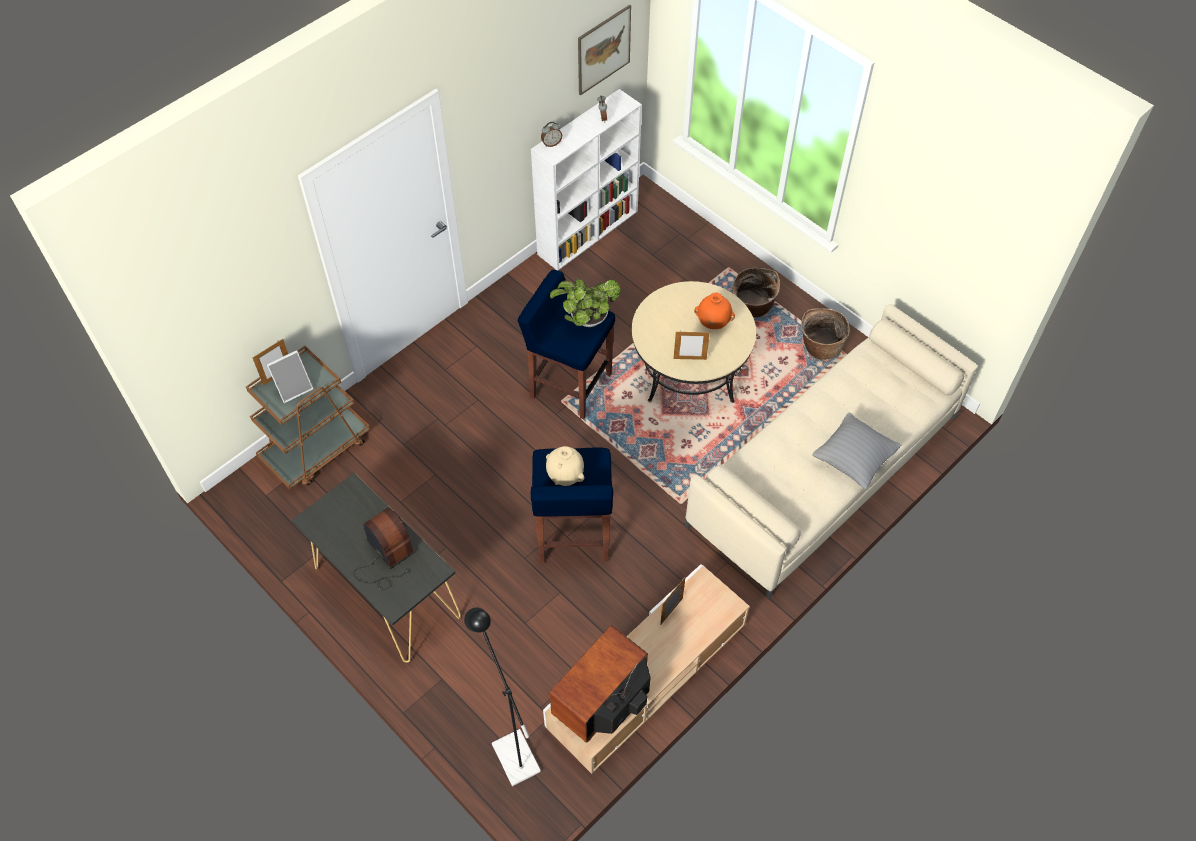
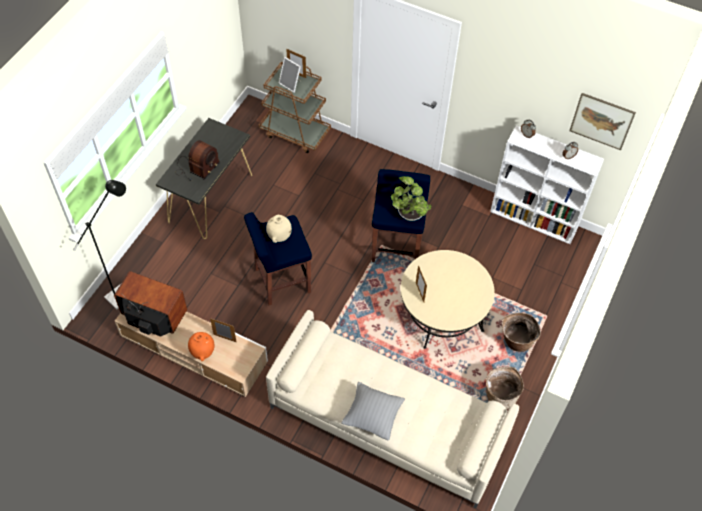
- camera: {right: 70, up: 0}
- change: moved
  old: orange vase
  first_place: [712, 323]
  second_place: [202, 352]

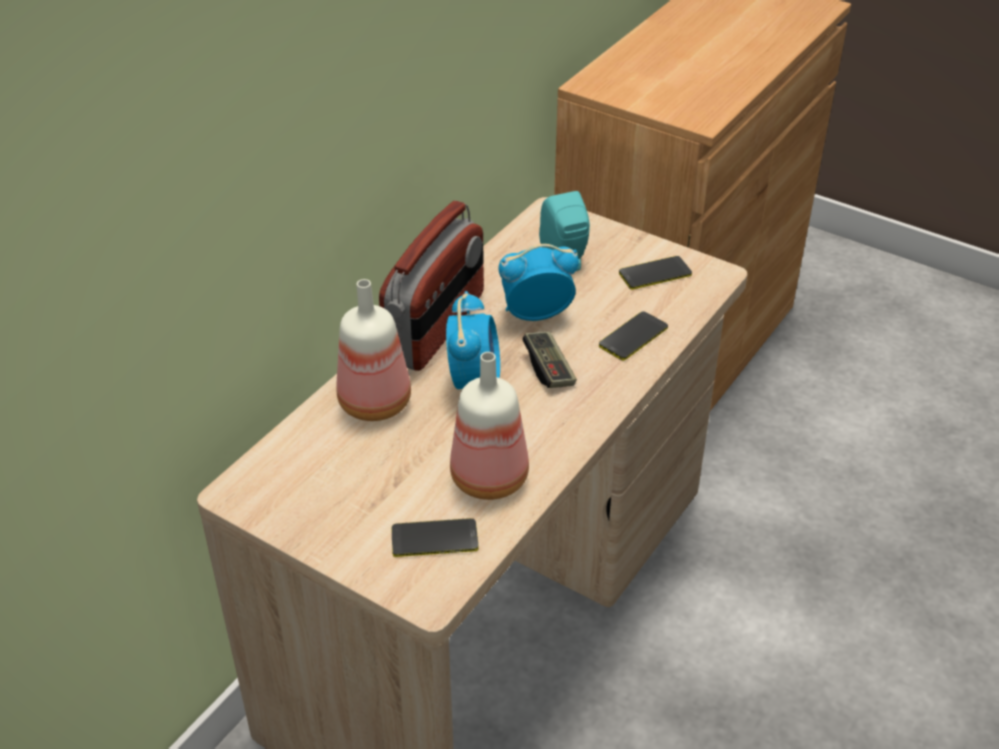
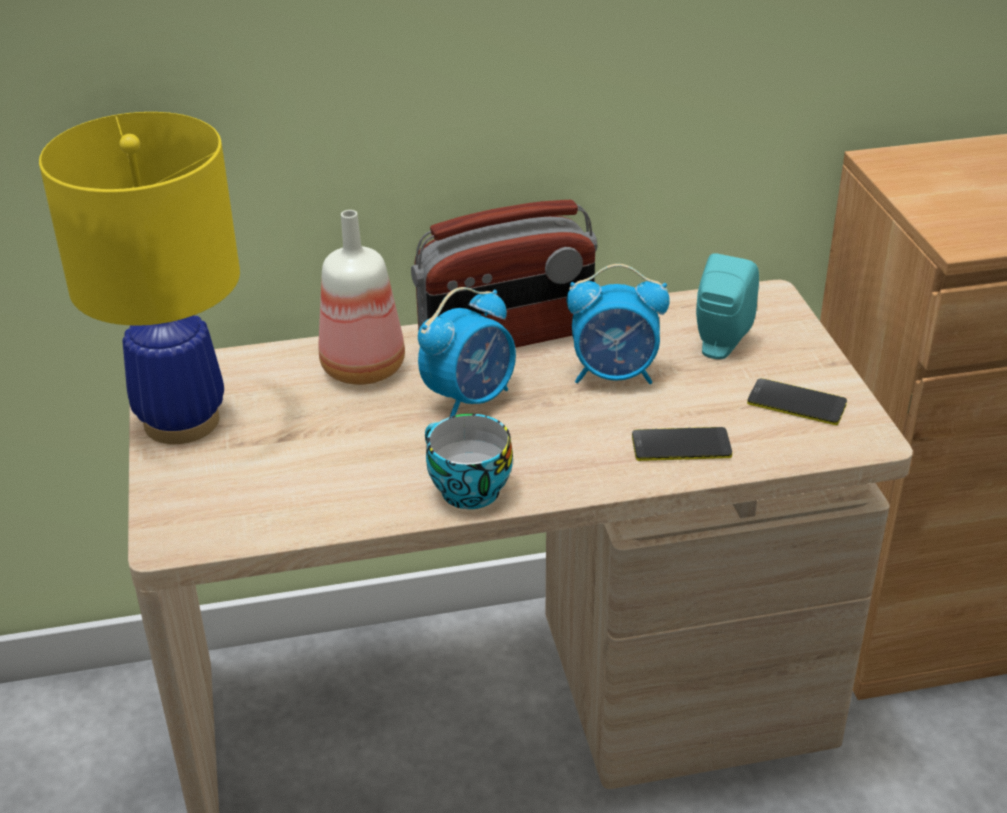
- camera: {right: 45, up: -5}
- change: added
  new: yellow table lamp
  second_place: [182, 421]
- change: added
  new: cup
  second_place: [465, 490]
- change: turned
  old: alarm clock
  first_place: [535, 314]
  second_place: [615, 375]
  degrees: 150
- change: removed
  old: phone
  first_place: [434, 539]
- change: removed
  old: bottle
  first_place: [492, 478]
- change: removed
  old: game controller
  first_place: [549, 369]

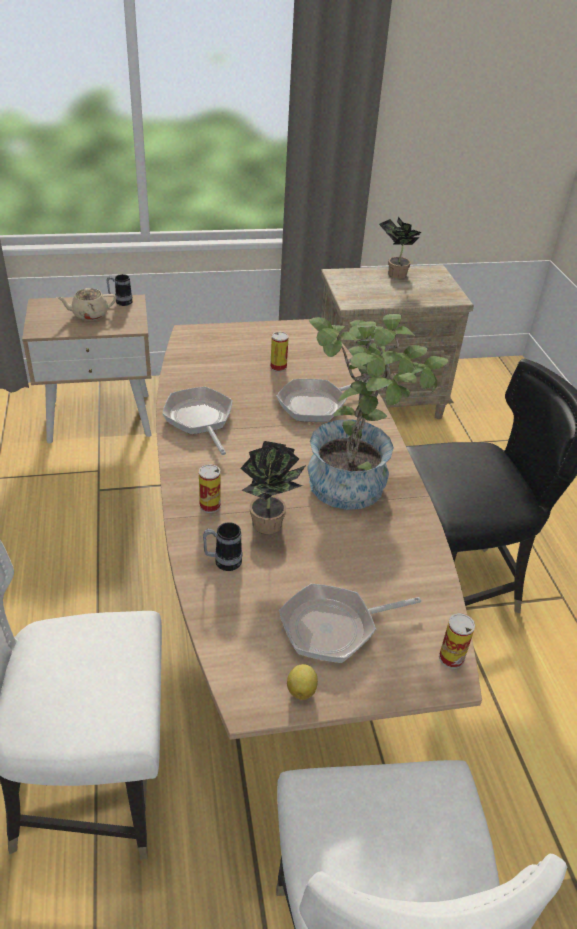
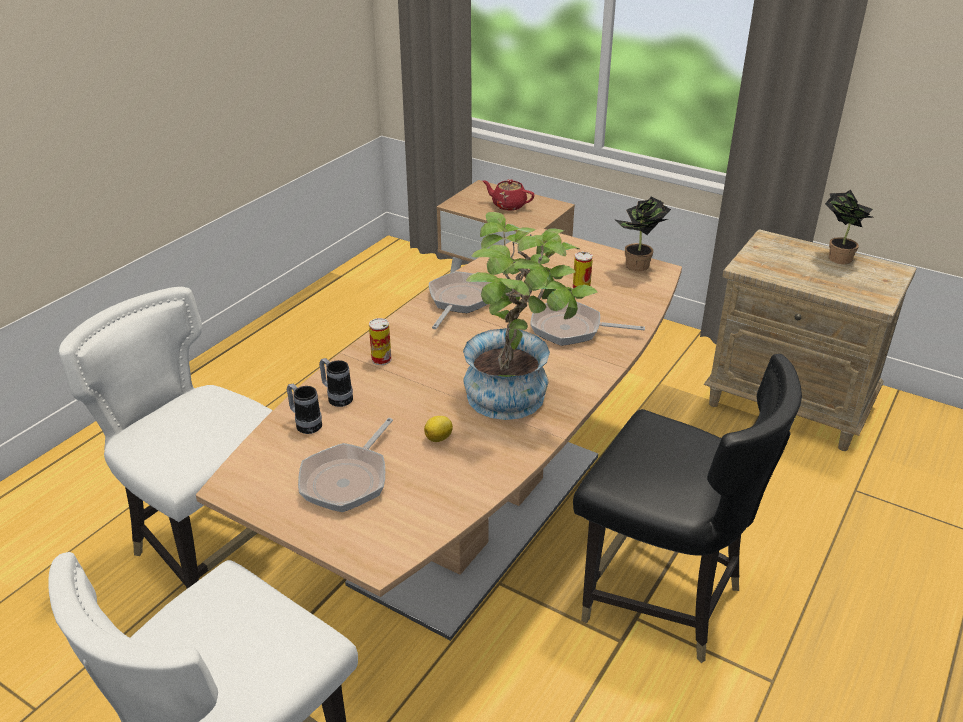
- camera: {right: 45, up: -5}
- change: moved
  old: mug
  first_place: [120, 302]
  second_place: [305, 424]
- change: turned
  old: frying pan
  first_place: [334, 627]
  second_place: [348, 479]
  degrees: -90
- change: moved
  old: lemon
  first_place: [301, 690]
  second_place: [439, 438]
- change: recoloured
  old: beige teapot
  new: red teapot
  first_place: [89, 314]
  second_place: [508, 205]
- change: moved
  old: potted plant
  first_place: [270, 526]
  second_place: [638, 267]
- change: removed
  old: can
  first_place: [451, 658]

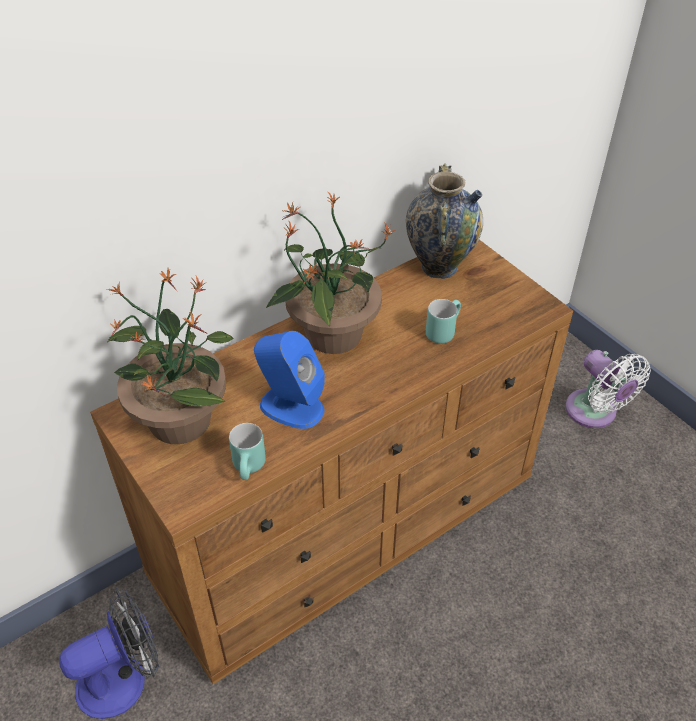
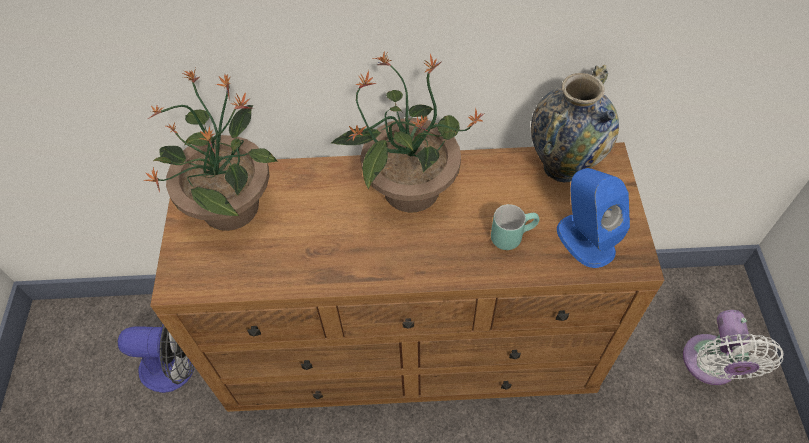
- camera: {right: 35, up: 10}
- change: moved
  old: blue speaker
  first_place: [291, 407]
  second_place: [585, 239]
- change: removed
  old: turquoise mug
  first_place: [251, 468]

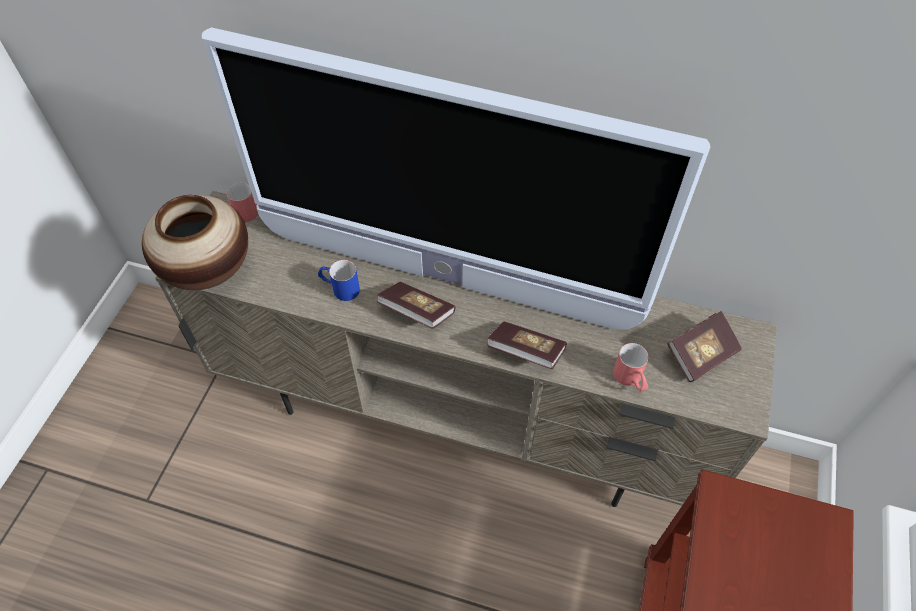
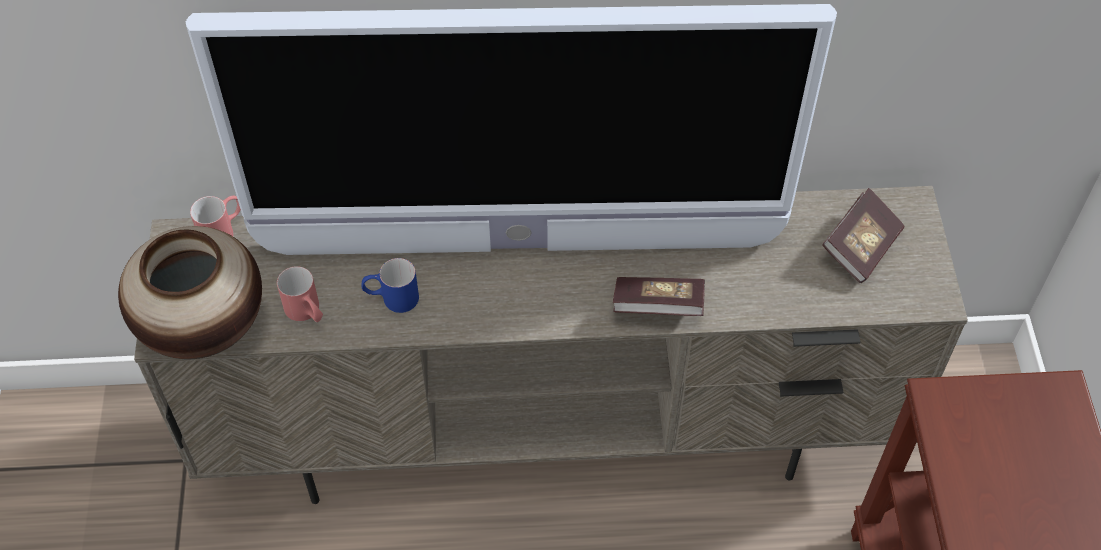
- camera: {right: -20, up: 0}
- change: moved
  old: red mug
  first_place: [630, 380]
  second_place: [307, 313]
- change: removed
  old: book
  first_place: [417, 312]

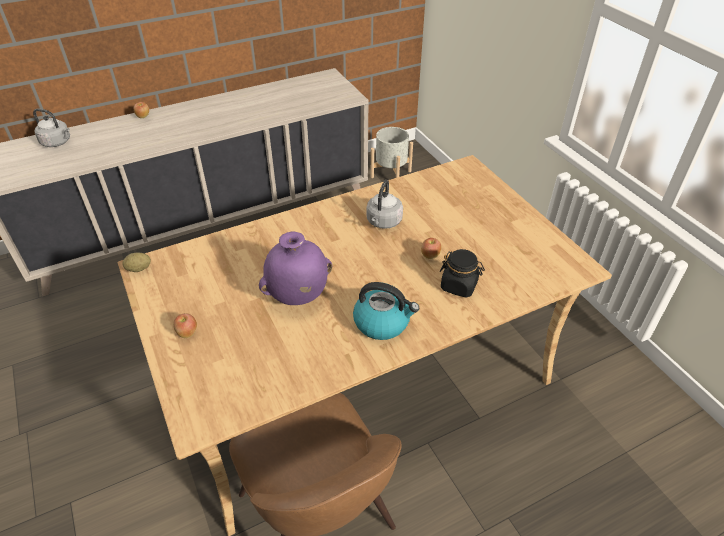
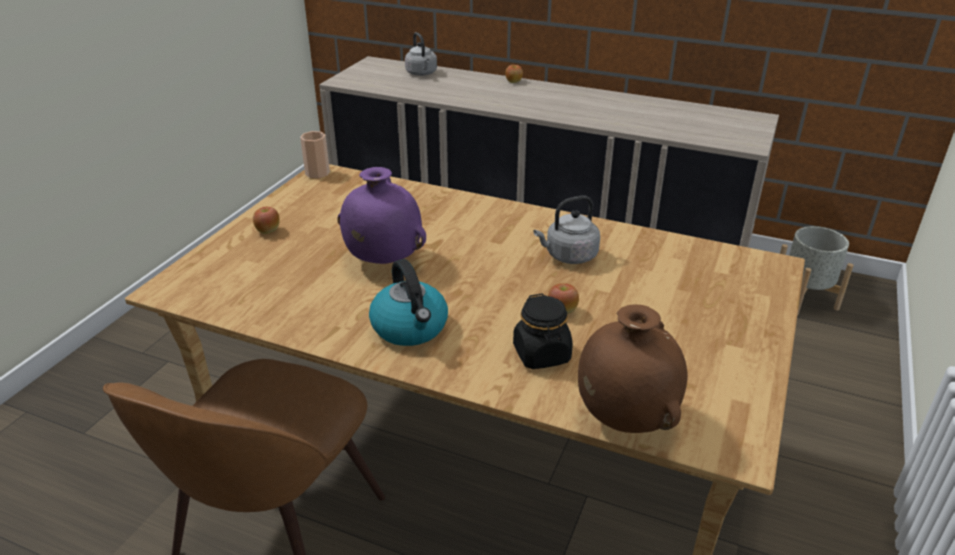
- camera: {right: 50, up: -10}
- change: replaced
  old: potato
  new: cup
  first_place: [139, 269]
  second_place: [317, 173]
- change: added
  new: brown vase
  second_place: [624, 418]

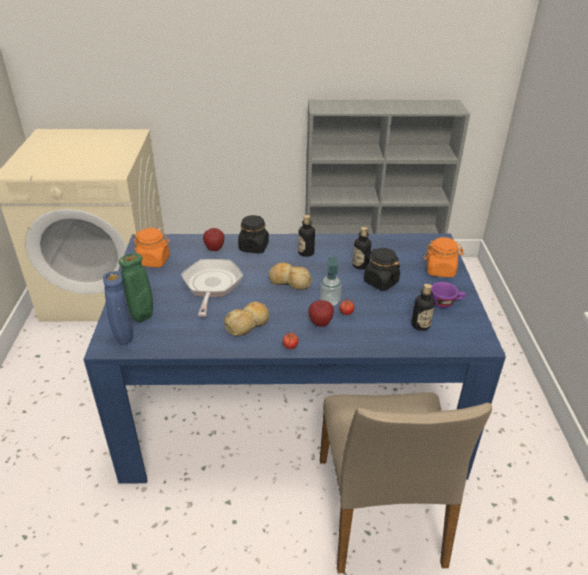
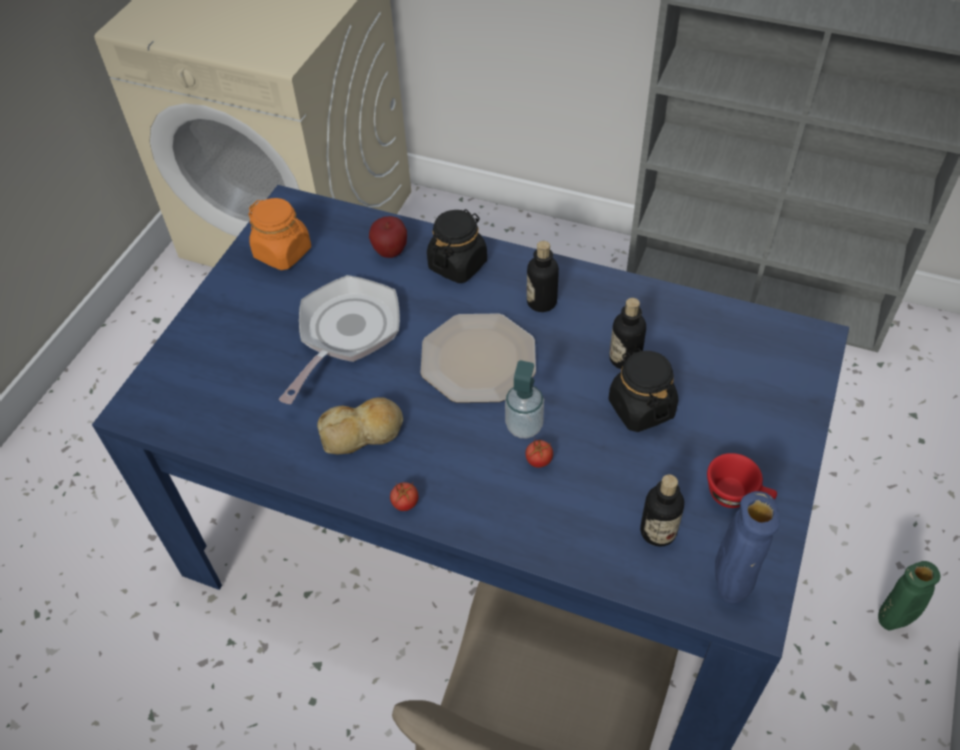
- camera: {right: 25, up: 15}
- change: replaced
  old: bread
  new: plate
  first_place: [289, 281]
  second_place: [478, 360]
- change: recoloured
  old: purple cup
  new: red cup
  first_place: [446, 303]
  second_place: [737, 495]
- change: moved
  old: blue vase
  first_place: [124, 339]
  second_place: [729, 587]
- change: moved
  old: green vase
  first_place: [143, 318]
  second_place: [890, 623]
- change: removed
  old: apple
  first_place: [320, 323]
- change: removed
  old: orange jar
  first_place: [440, 270]

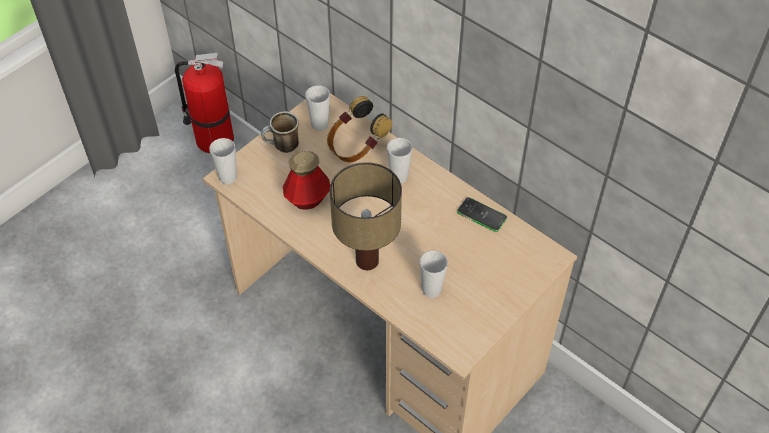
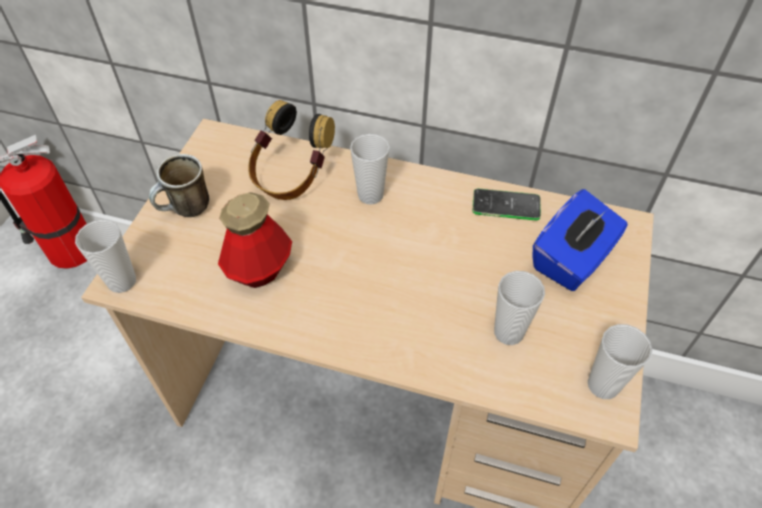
- camera: {right: -25, up: 0}
- change: added
  new: blue tissue box
  second_place: [572, 259]
- change: moved
  old: cup
  first_place: [319, 124]
  second_place: [603, 385]
- change: removed
  old: table lamp
  first_place: [367, 262]

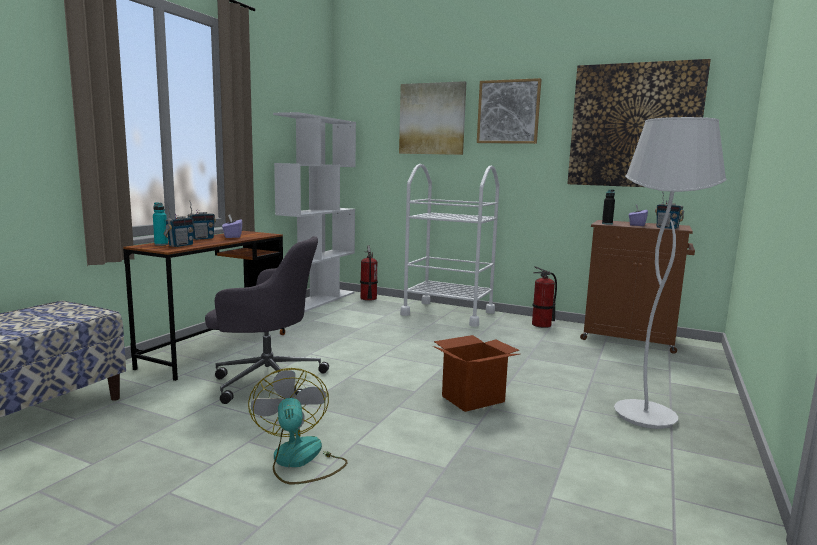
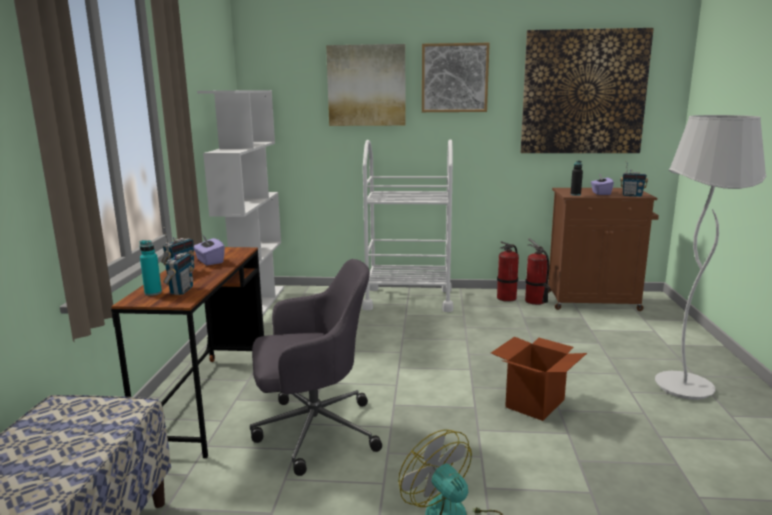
- camera: {right: -20, up: 5}
- change: moved
  old: fire extinguisher
  first_place: [368, 298]
  second_place: [535, 301]

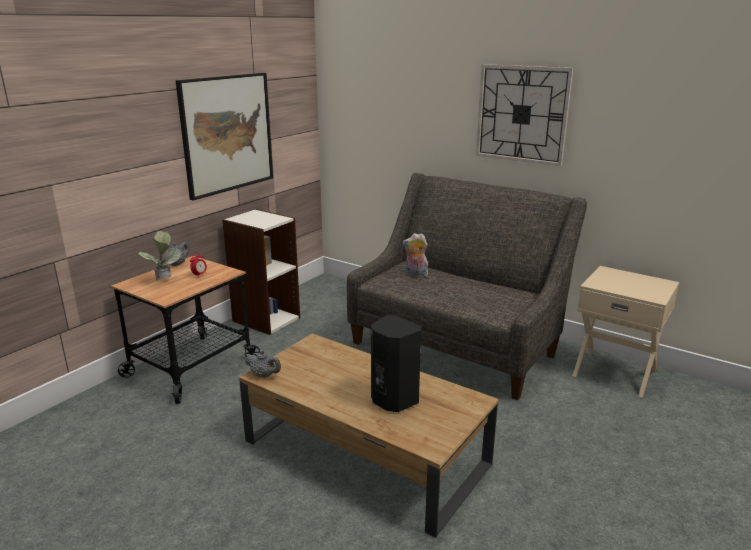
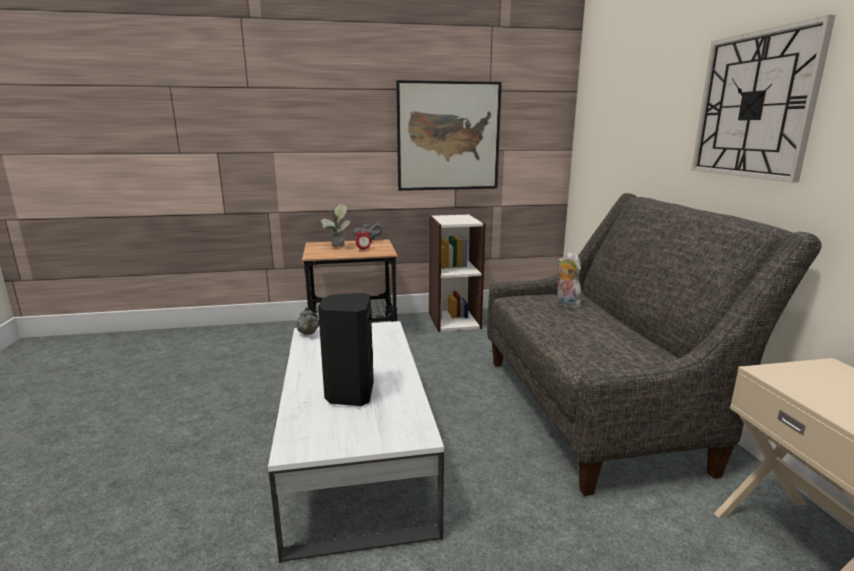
- camera: {right: 45, up: -5}
- change: recoloured
  old: brown coffee table
  new: white coffee table
  first_place: [366, 453]
  second_place: [356, 451]

